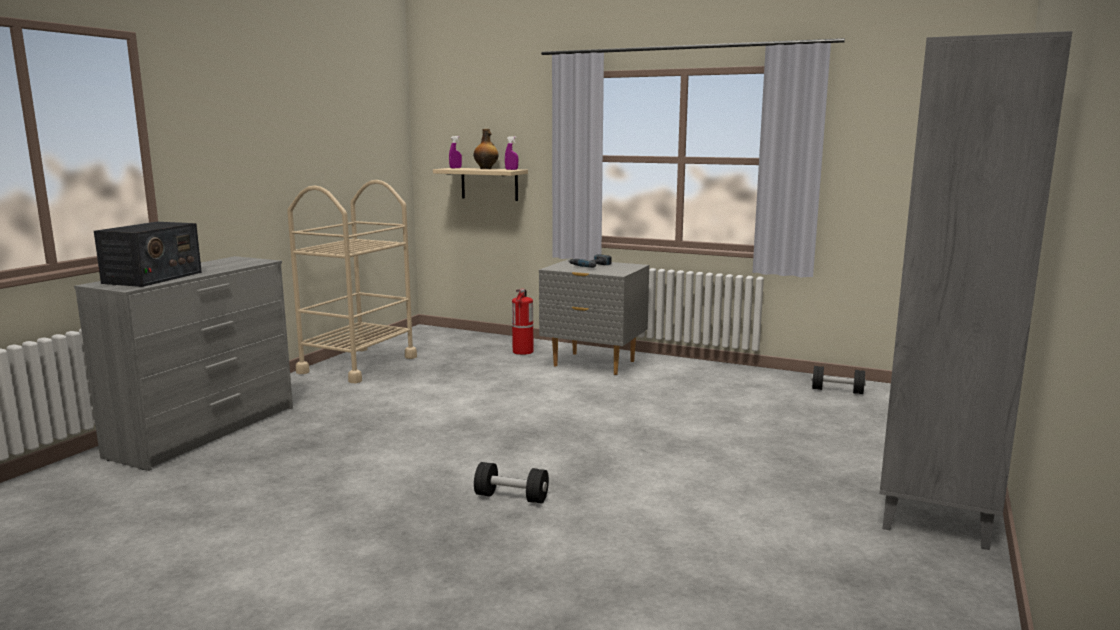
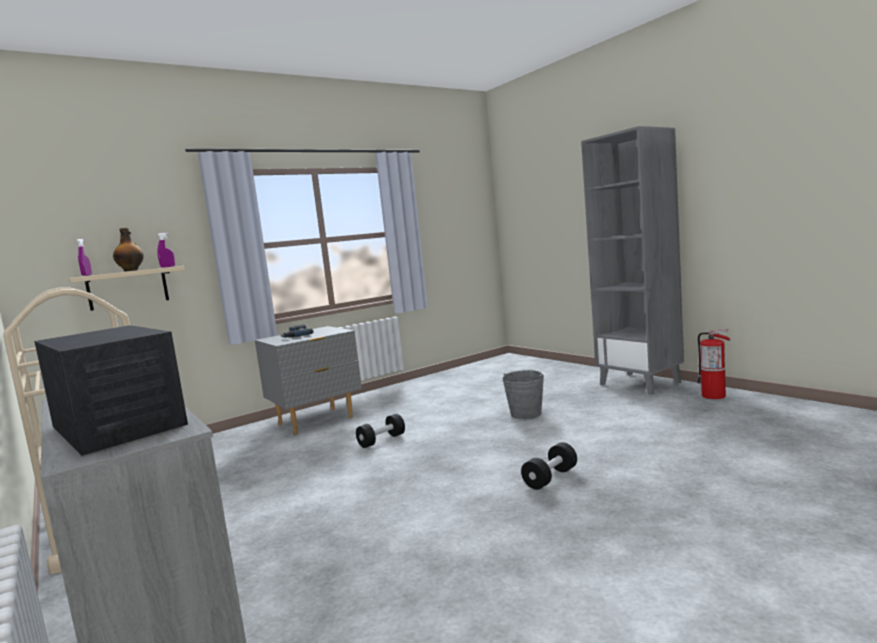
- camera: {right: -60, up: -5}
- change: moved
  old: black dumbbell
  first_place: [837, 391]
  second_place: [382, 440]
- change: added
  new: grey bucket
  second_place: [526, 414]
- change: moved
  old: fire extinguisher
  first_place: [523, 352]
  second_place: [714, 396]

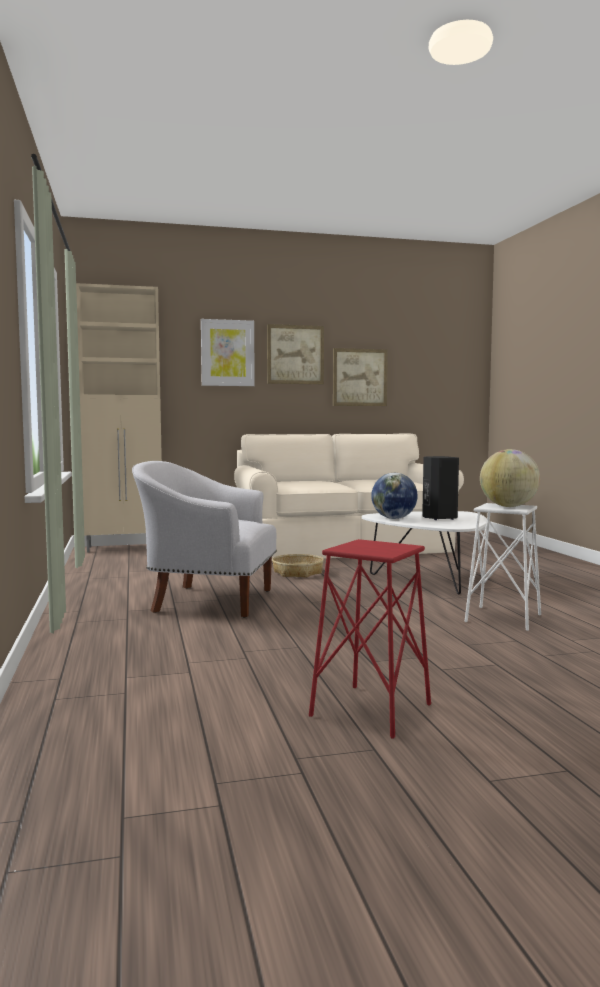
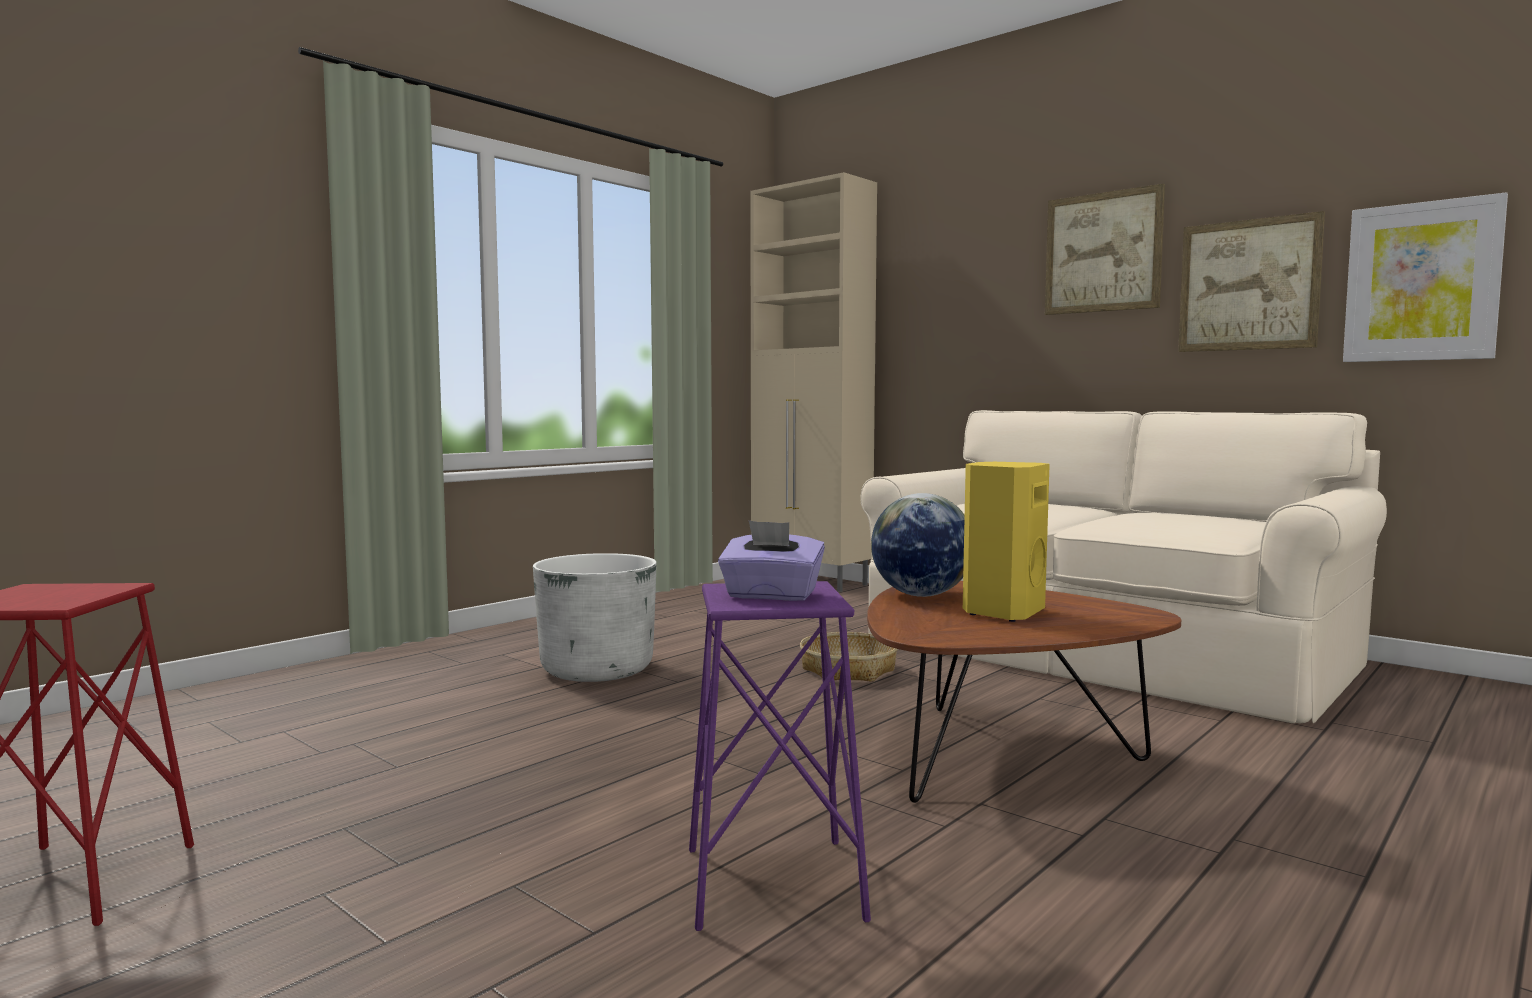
- camera: {right: 55, up: 0}
- change: replaced
  old: white armchair
  new: white planter
  first_place: [207, 600]
  second_place: [597, 670]
- change: recoloured
  old: white stool
  new: purple stool
  first_place: [503, 618]
  second_place: [773, 883]
- change: replaced
  old: globe
  new: purple tissue box
  first_place: [508, 506]
  second_place: [771, 595]
- change: recoloured
  old: white coffee table
  new: brown coffee table
  first_place: [430, 579]
  second_place: [995, 756]
- change: recoloured
  old: black speaker
  new: yellow speaker
  first_place: [438, 518]
  second_place: [1001, 613]
- change: moved
  old: picture
  first_place: [227, 353]
  second_place: [1421, 282]

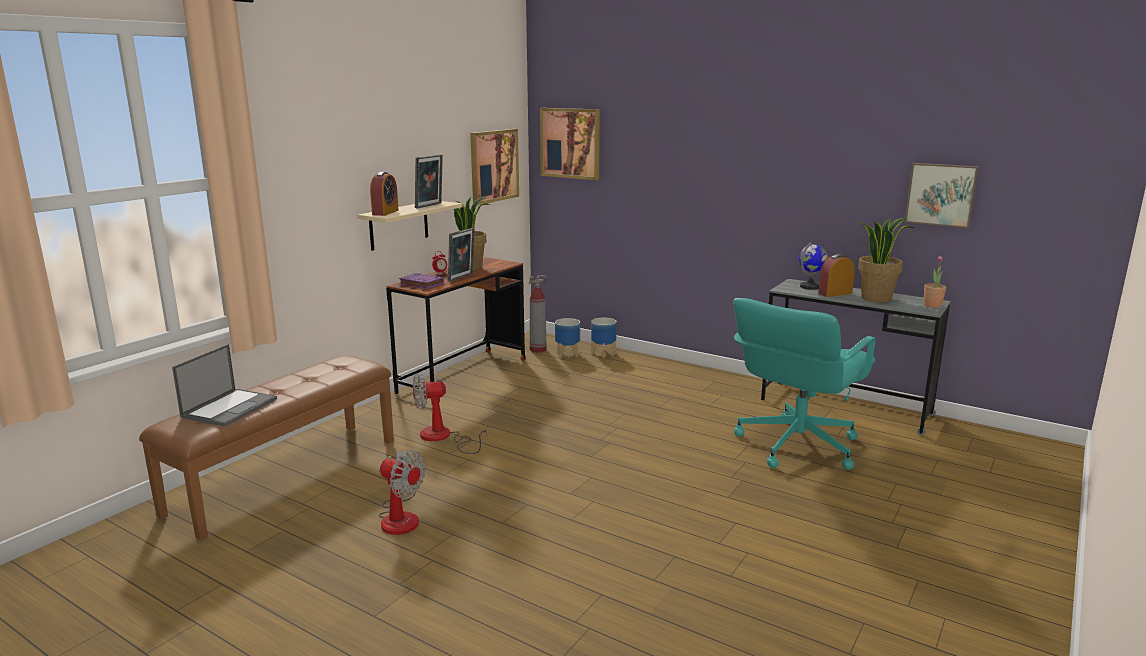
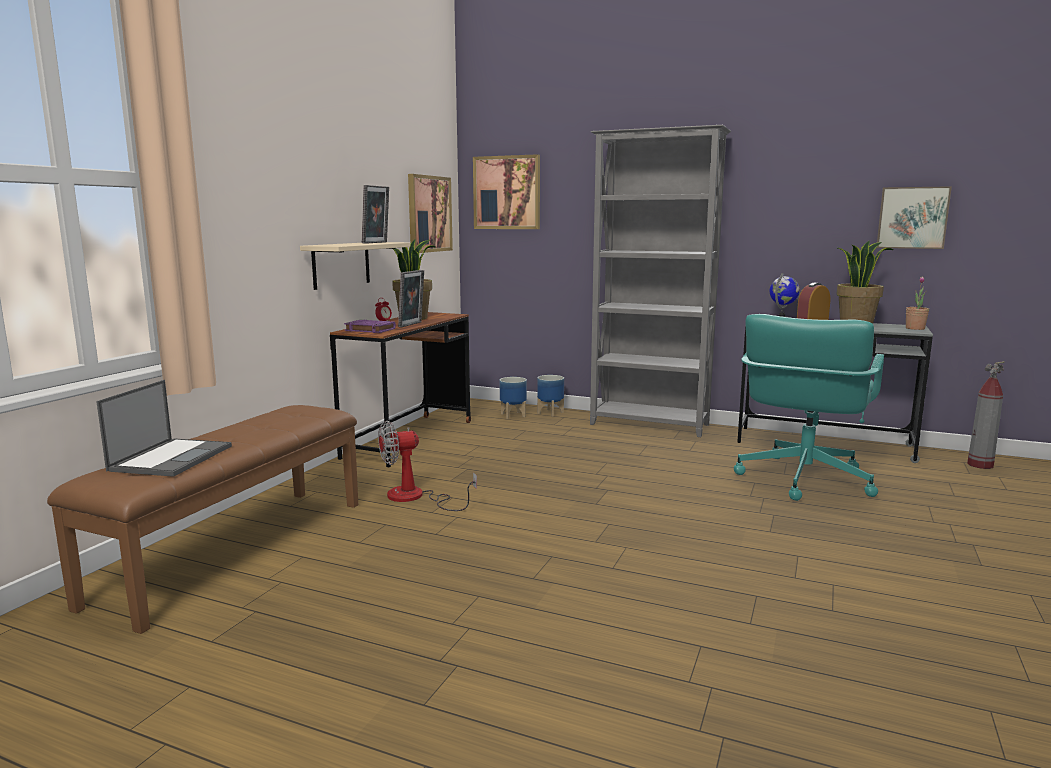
- camera: {right: -10, up: -5}
- change: added
  new: grey bookcase
  second_place: [650, 425]
- change: moved
  old: fire extinguisher
  first_place: [538, 350]
  second_place: [980, 465]
- change: removed
  old: alarm clock
  first_place: [385, 212]
- change: removed
  old: fan
  first_place: [401, 516]

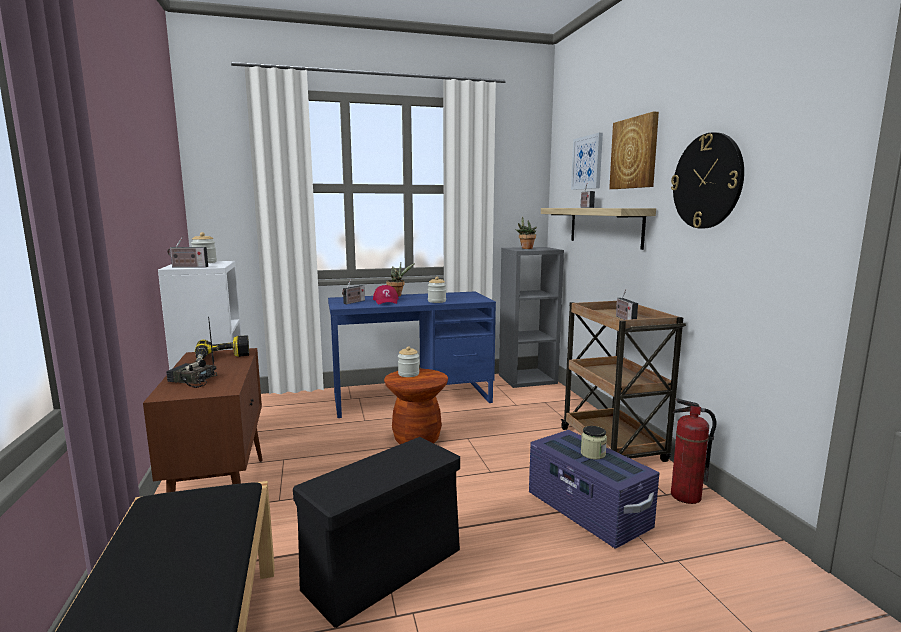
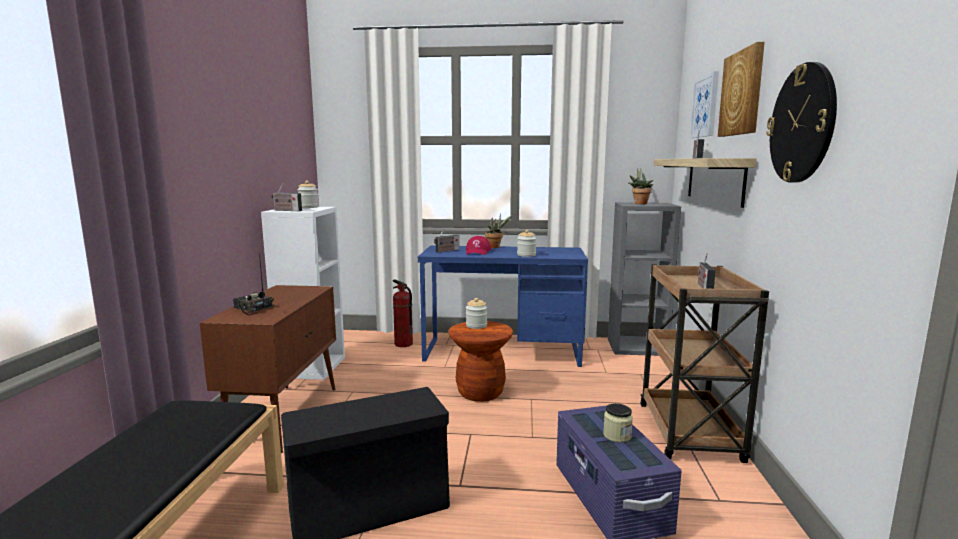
- camera: {right: 20, up: 0}
- change: moved
  old: fire extinguisher
  first_place: [685, 496]
  second_place: [403, 344]
- change: removed
  old: power drill
  first_place: [222, 358]

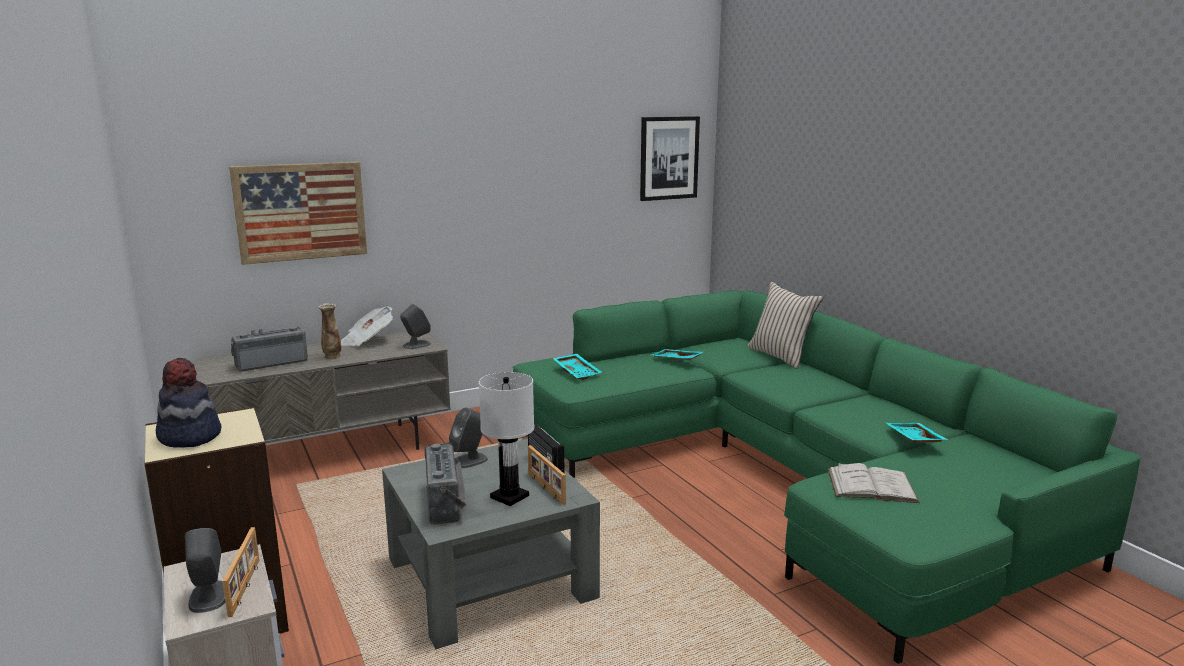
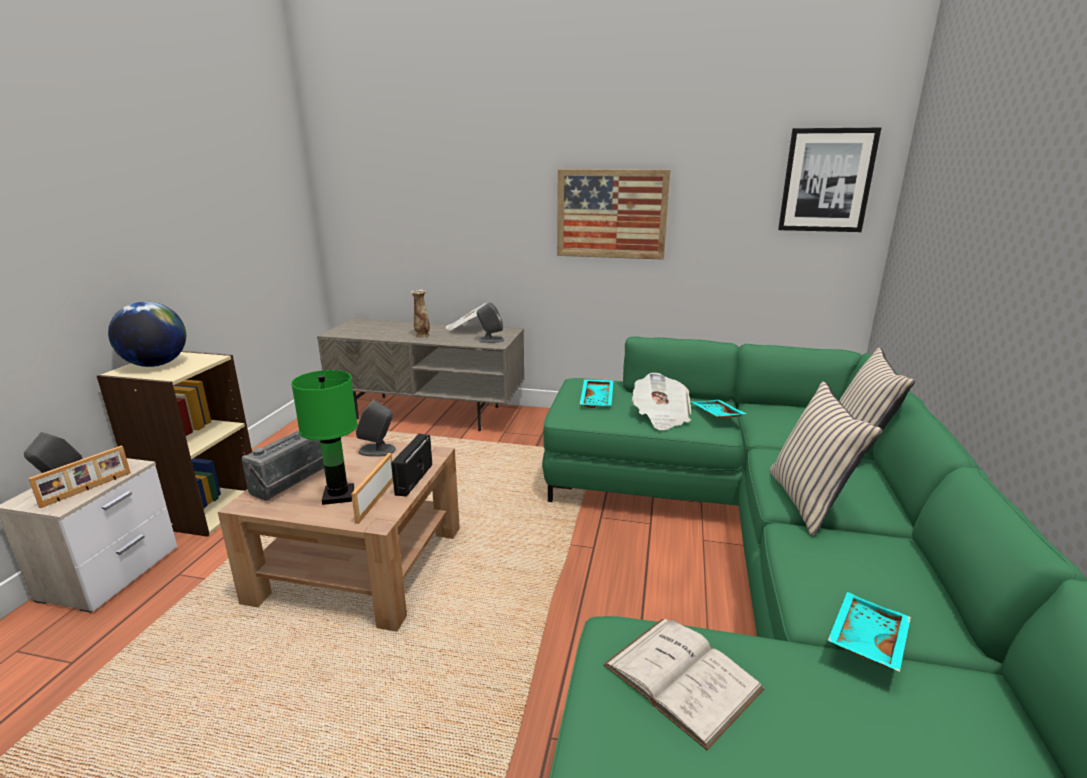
- camera: {right: 40, up: 5}
- change: replaced
  old: hat
  new: globe
  first_place: [189, 437]
  second_place: [156, 365]
- change: recoloured
  old: grey coffee table
  new: brown coffee table
  first_place: [490, 579]
  second_place: [359, 564]
- change: recoloured
  old: white table lamp
  new: green table lamp
  first_place: [509, 497]
  second_place: [338, 495]
- change: moved
  old: picture
  first_place: [301, 212]
  second_place: [611, 214]
- change: added
  new: newspaper
  second_place: [660, 417]
- change: added
  new: beige pillow
  second_place: [809, 501]
- change: removed
  old: radio
  first_place: [271, 363]

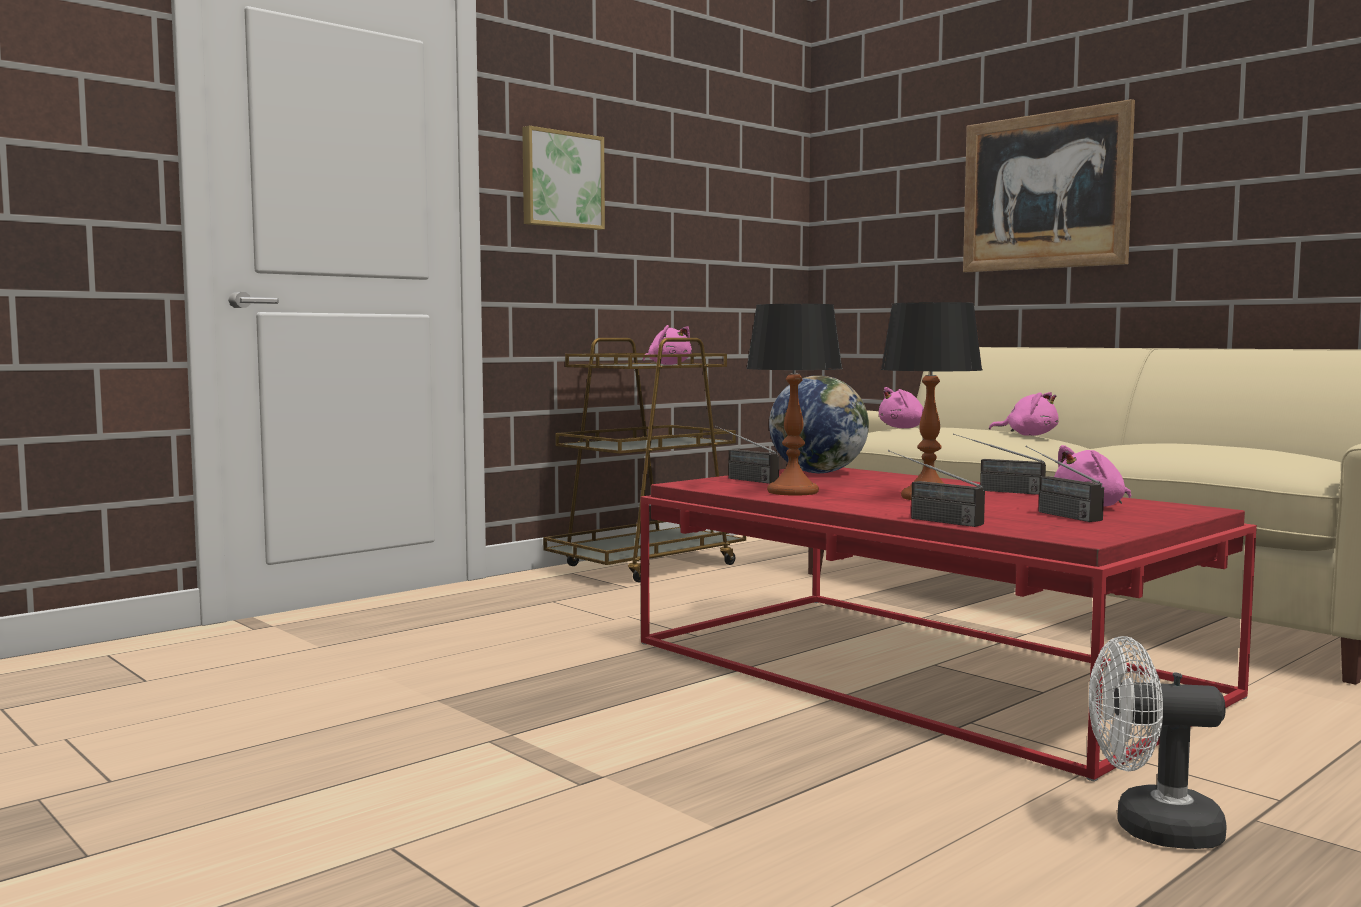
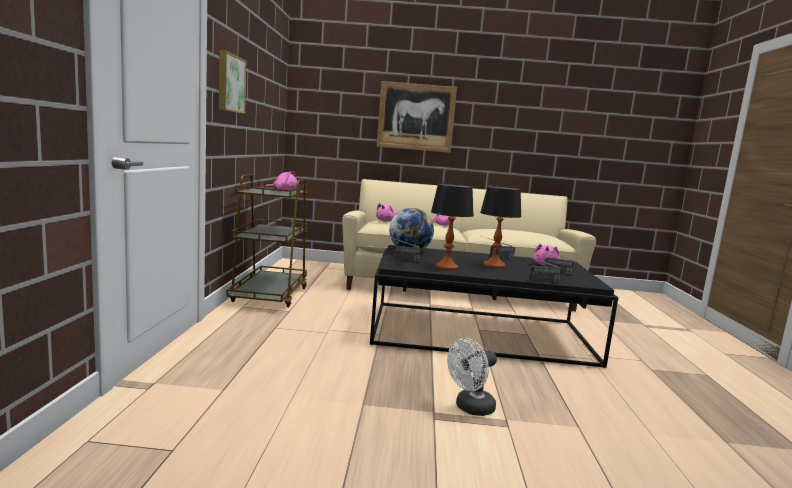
- camera: {right: -45, up: 5}
- change: recoloured
  old: red coffee table
  new: black coffee table
  first_place: [921, 669]
  second_place: [480, 333]
- change: moved
  old: white fan
  first_place: [1150, 829]
  second_place: [470, 408]

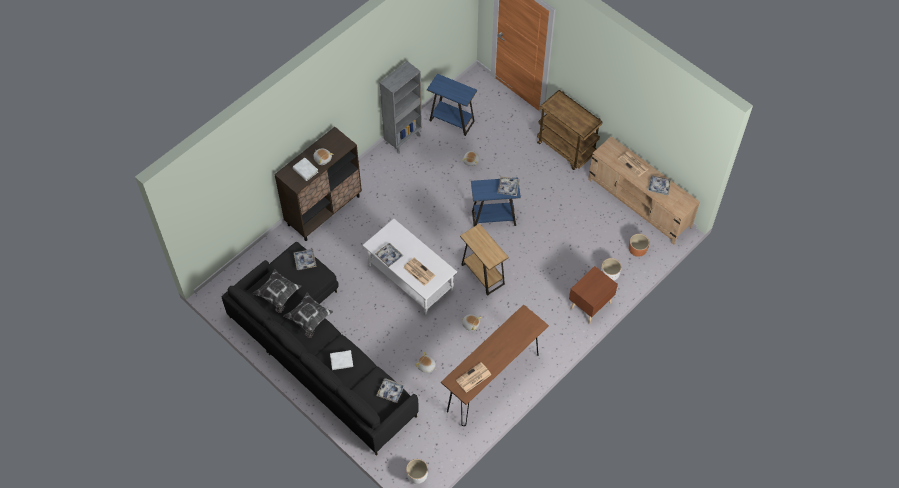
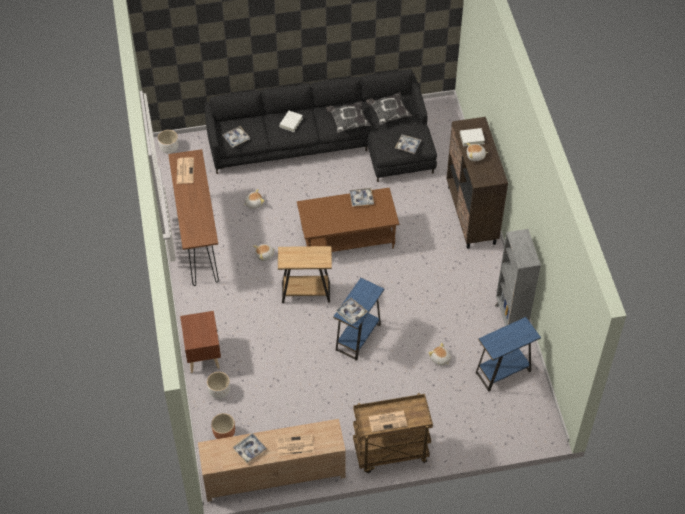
- camera: {right: 125, up: -5}
- change: recoloured
  old: white coffee table
  new: brown coffee table
  first_place: [409, 278]
  second_place: [348, 238]
- change: moved
  old: newspaper
  first_place: [418, 271]
  second_place: [388, 421]

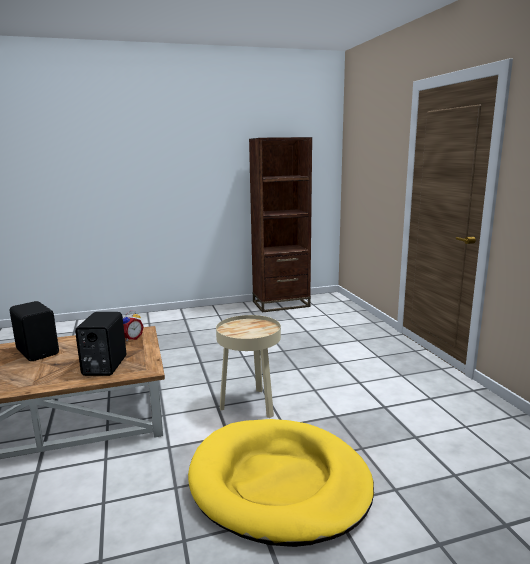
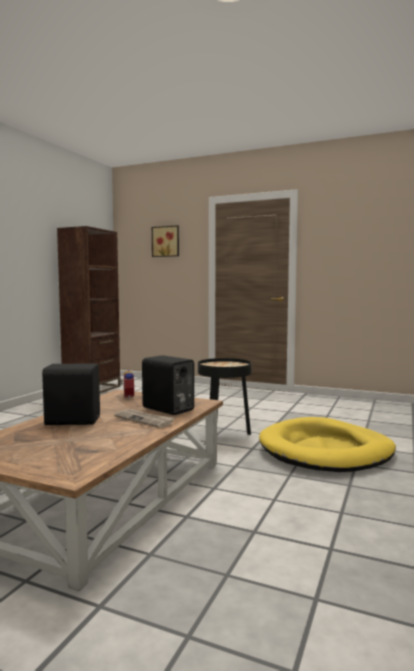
- camera: {right: -50, up: -10}
- change: added
  new: newspaper
  second_place: [145, 420]
- change: added
  new: picture
  second_place: [166, 241]
- change: recoloured
  old: beige side table
  new: black side table
  first_place: [250, 404]
  second_place: [224, 434]

